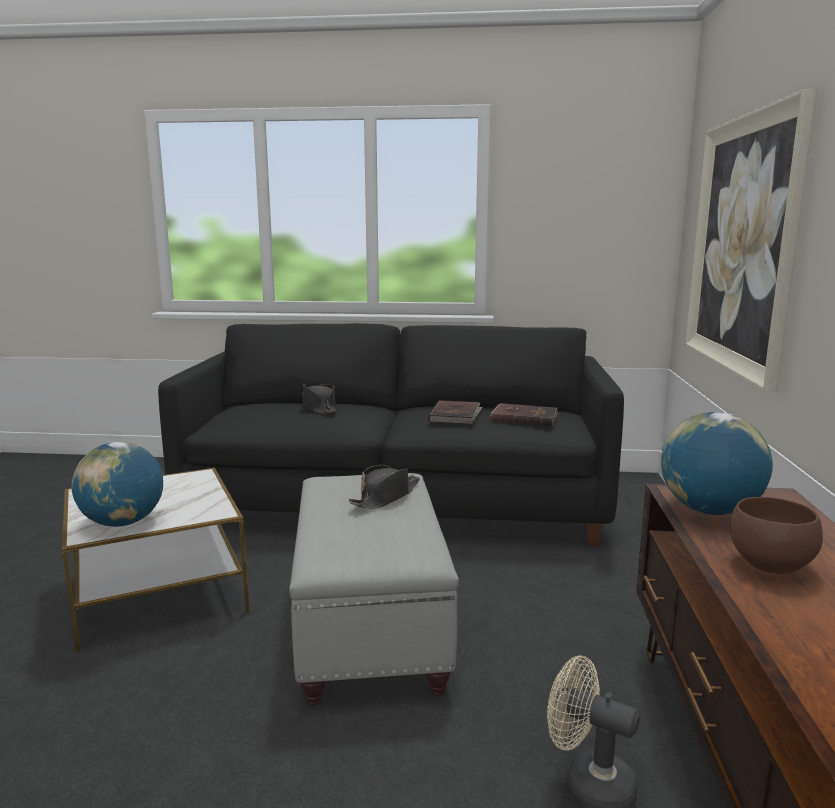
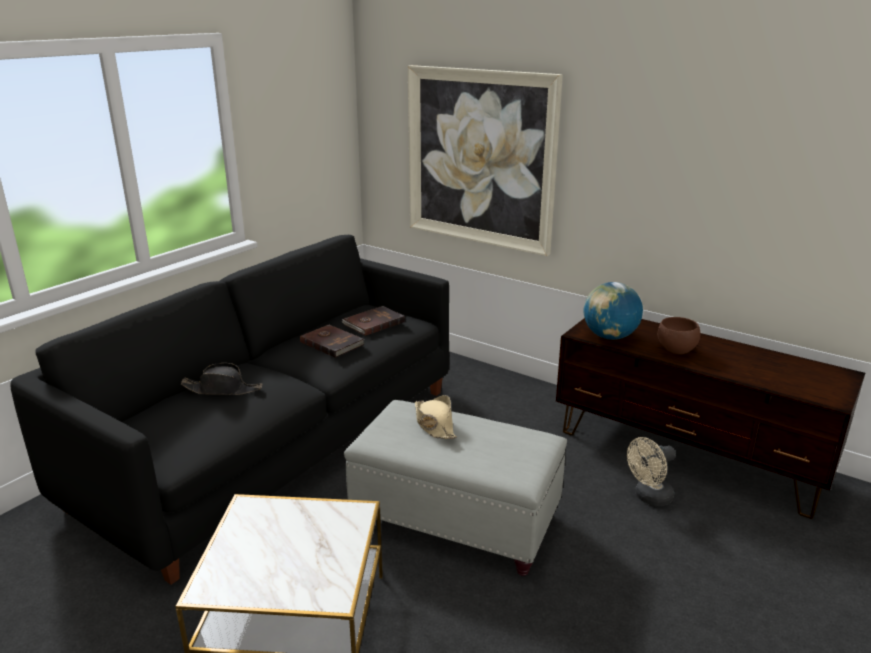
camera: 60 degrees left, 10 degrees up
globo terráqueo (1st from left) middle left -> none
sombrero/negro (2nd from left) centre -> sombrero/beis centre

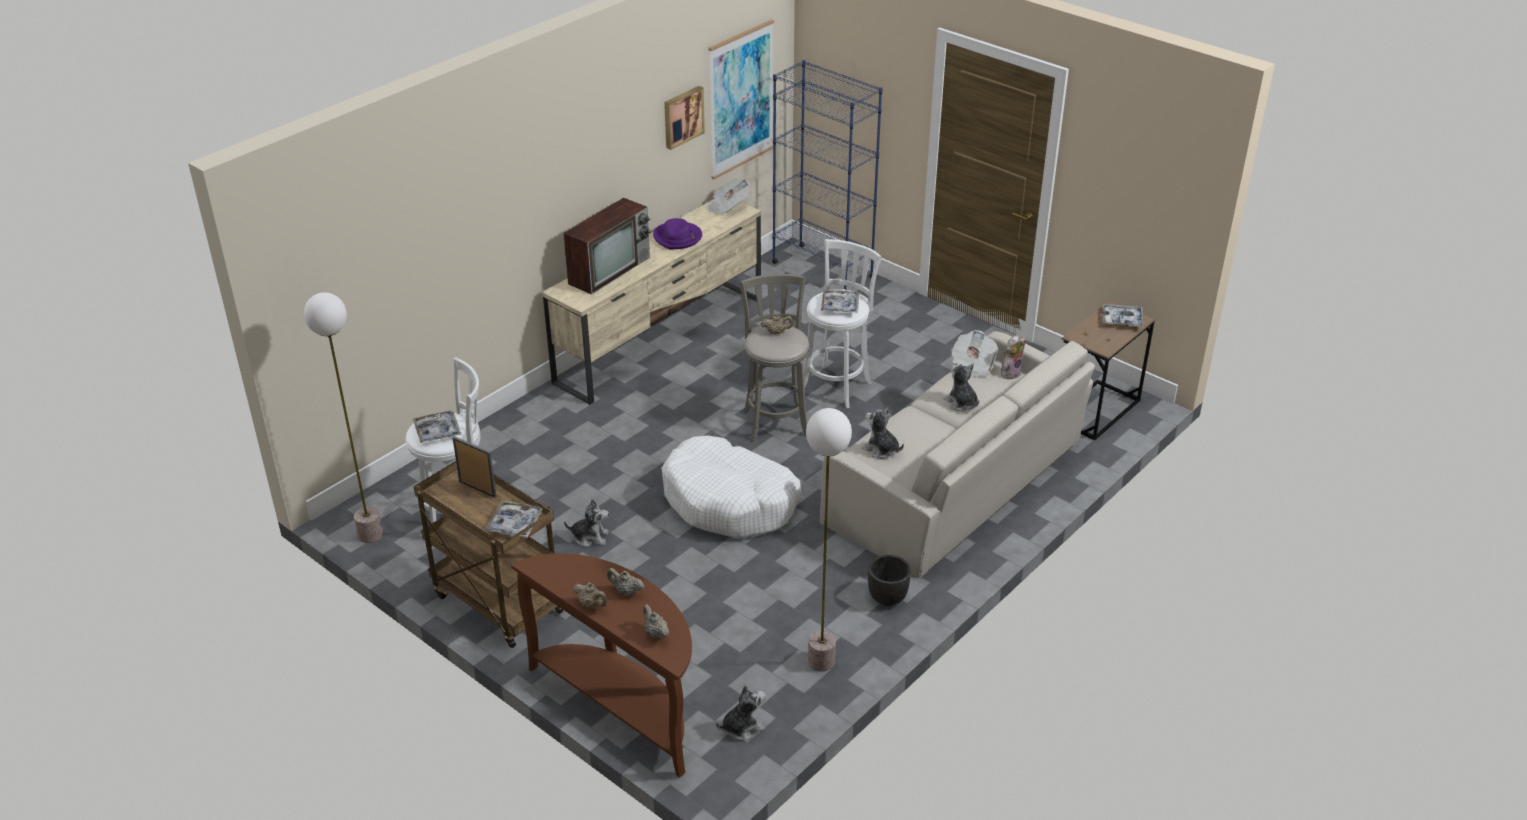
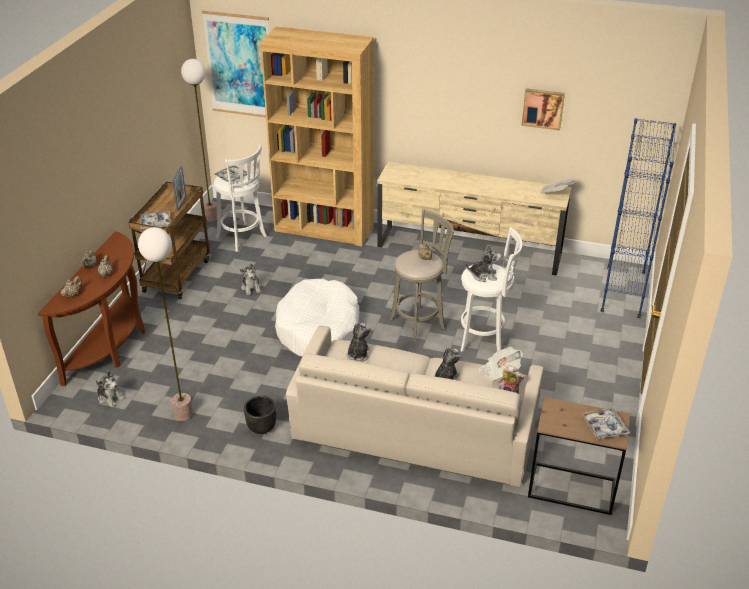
camera: 65 degrees right, 0 degrees up
televisor top centre -> none
sombrero/morado top centre -> none
cuadro (2nd from left in the first image) top centre -> cuadro (1st from left) top left, moved
bandeja (3rd from left) centre -> peluche (5th from left) centre
none -> estantería/marrón top centre

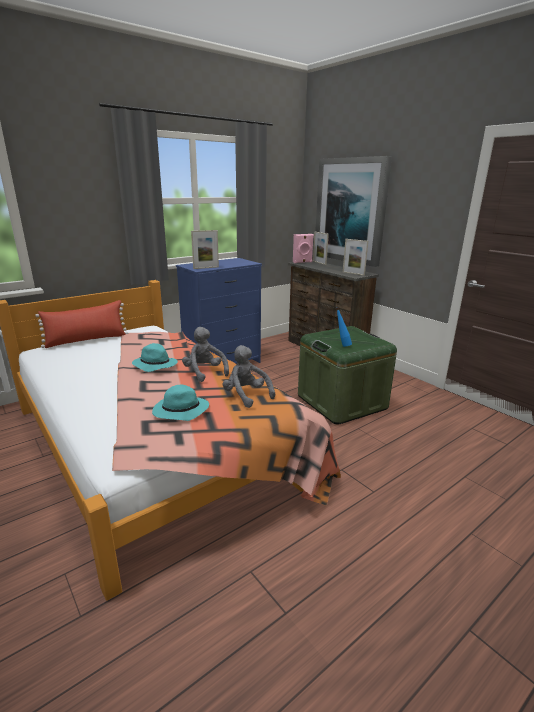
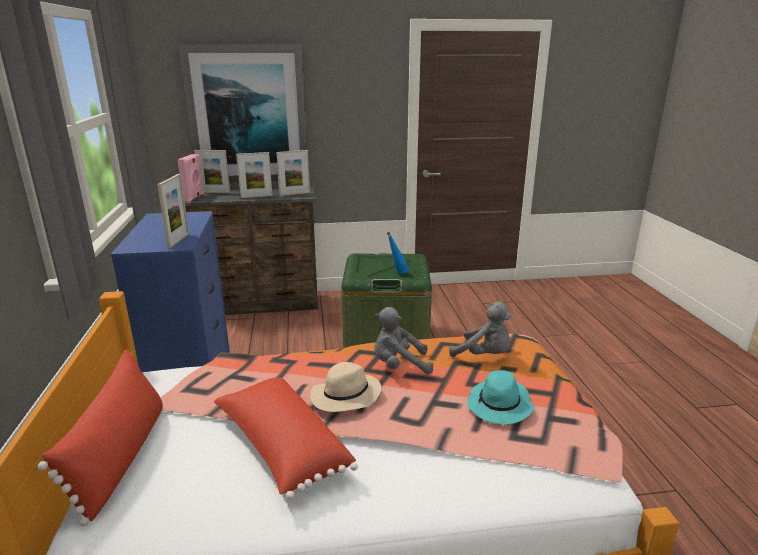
camera: 60 degrees left, 0 degrees up
sombrero/turquesa (1st from left) middle left -> sombrero/beis bottom centre
peluche/gris (2nd from left) centre, 135 degrees counterclockwise
none -> cojín/rojo (2nd from left) bottom centre
none -> portarretratos (3rd from left) top centre

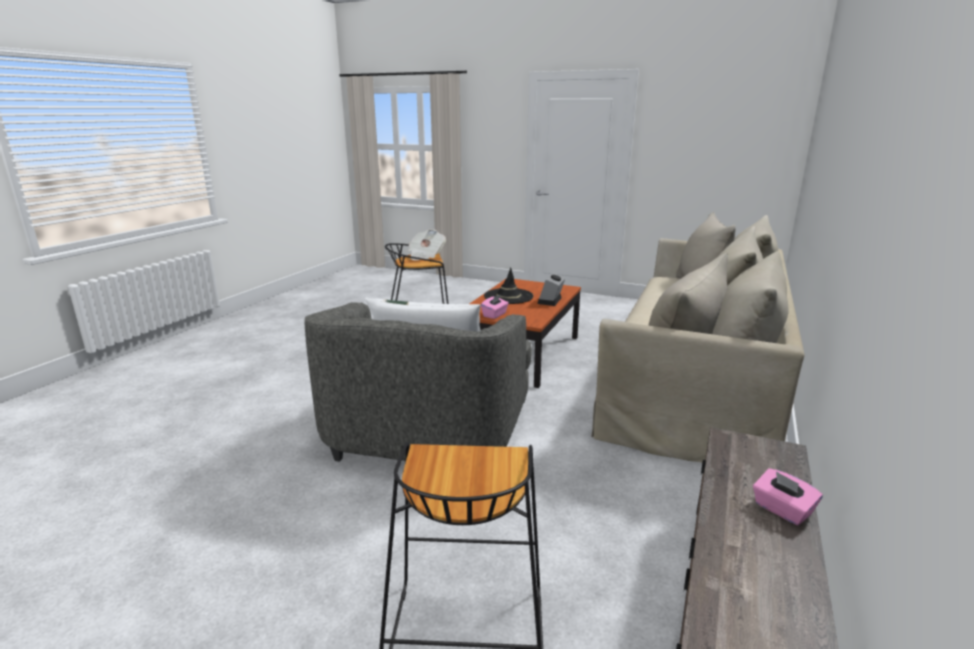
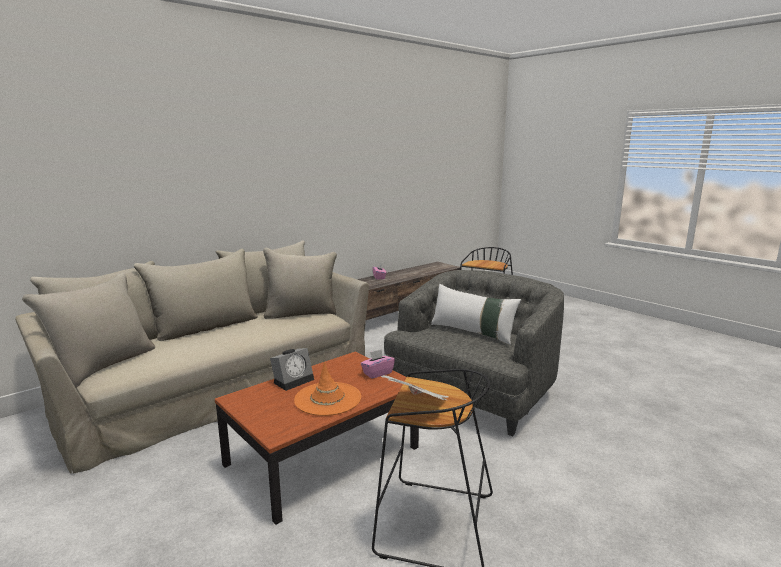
camera: 155 degrees left, 5 degrees down
sombrero/negro centre -> sombrero/naranja bottom centre

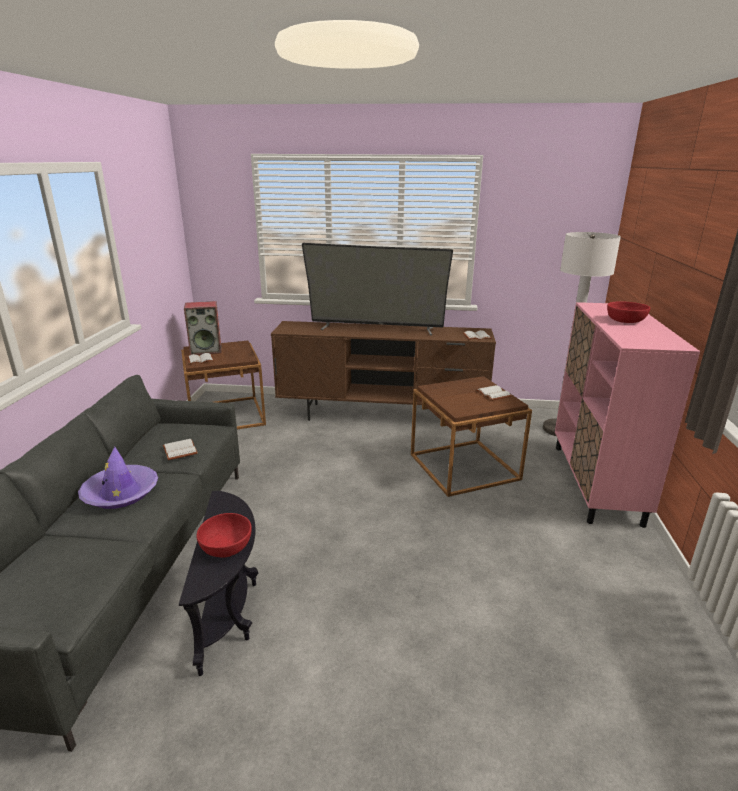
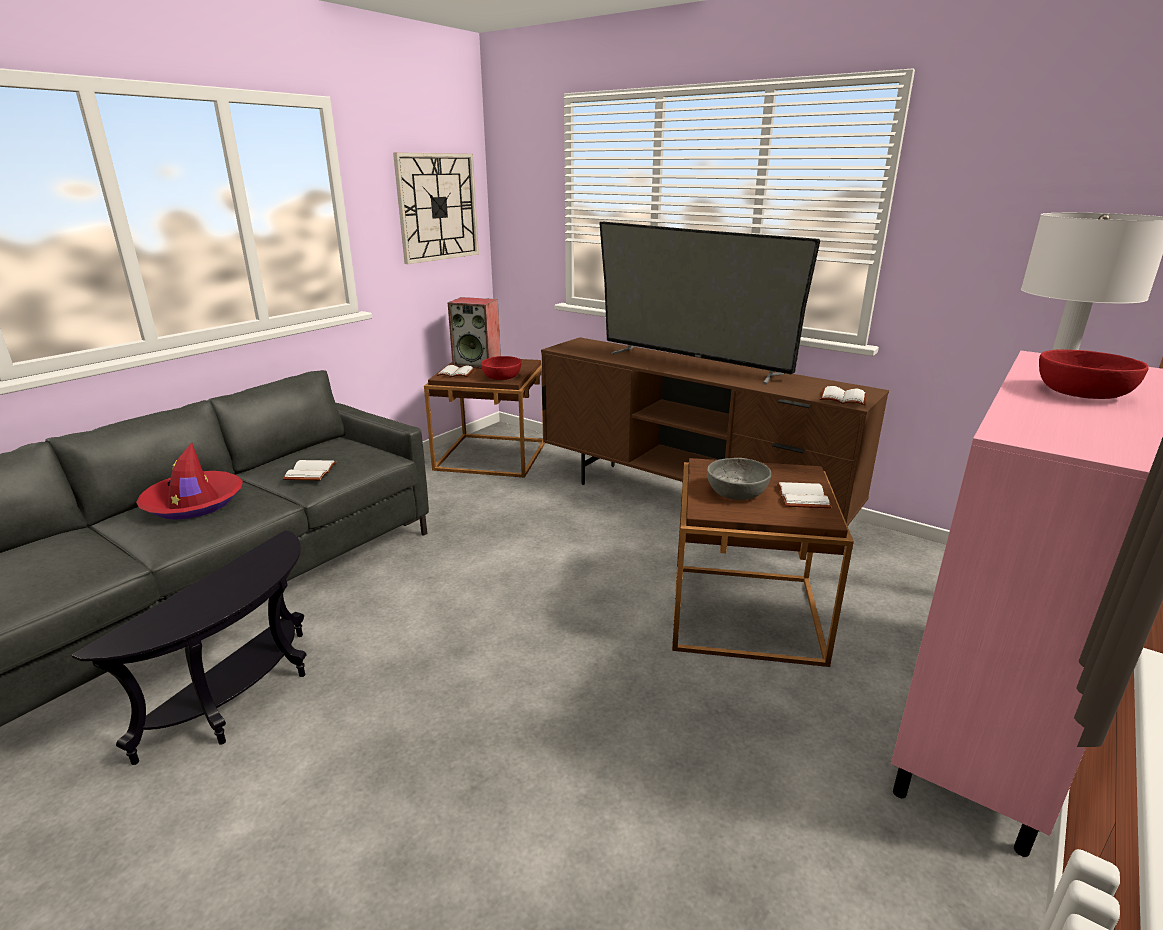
camera: 30 degrees right, 0 degrees up
sombrero/morado middle left -> sombrero/rojo middle left
cuenco/rojo (1st from left) bottom left -> cuenco/rojo (1st from left) centre, moved
none -> reloj de pared top centre
none -> cuenco/gris centre

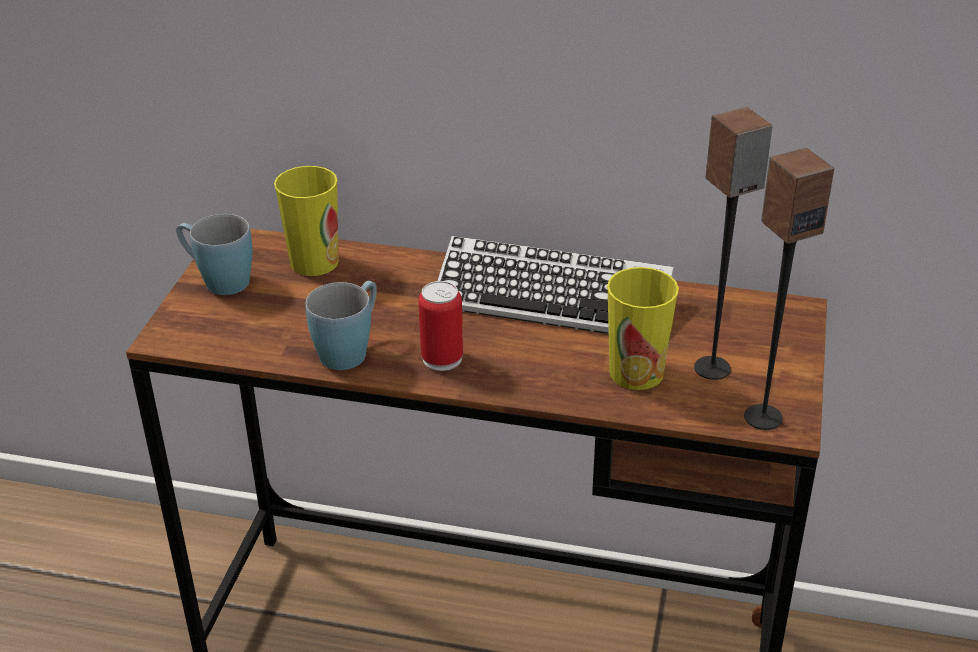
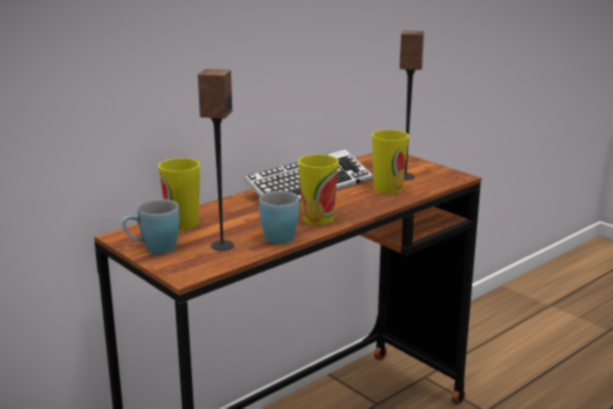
camera: 55 degrees left, 15 degrees down
lata centre -> taza (2nd from left) centre
altavoz (2nd from left in the first image) middle right -> altavoz (1st from left) centre, moved

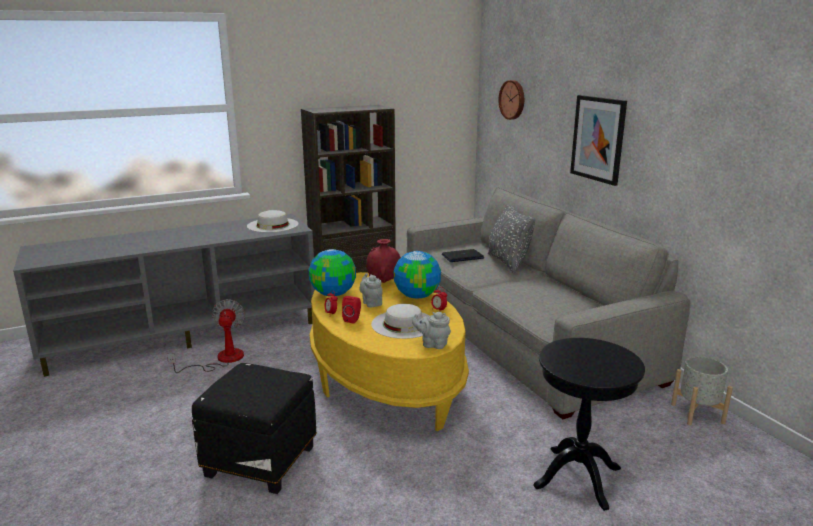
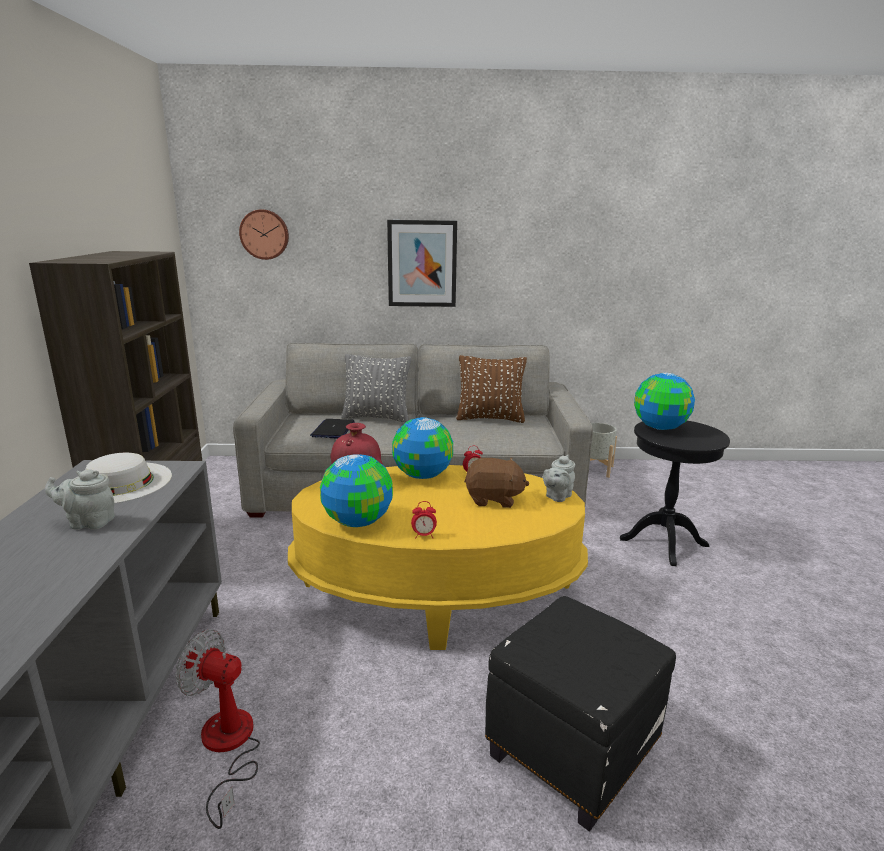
camera: 65 degrees left, 0 degrees up
altavoz/rojo centre -> none
tetera/gris (1st from left) centre -> tetera/gris (1st from left) middle left, moved
sombrero/blanco (2nd from left) centre -> peluche/marrón centre
none -> cojín/marrón centre
none -> globo terráqueo (3rd from left) middle right

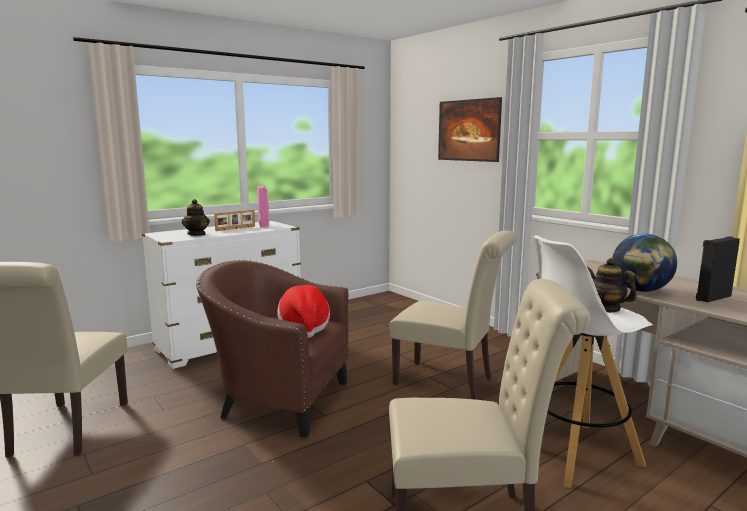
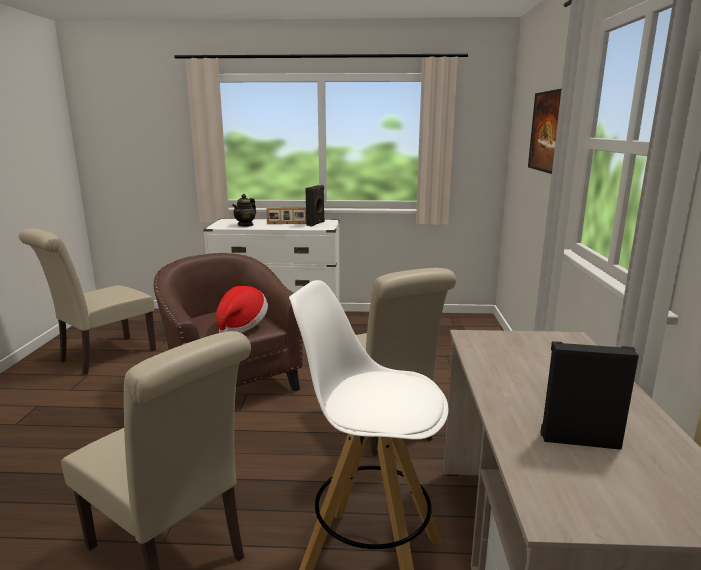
camera: 40 degrees right, 5 degrees up
altavoz/rosa centre -> altavoz/negro (1st from left) centre
tetera (2nd from left) middle right -> none
globo terráqueo middle right -> none

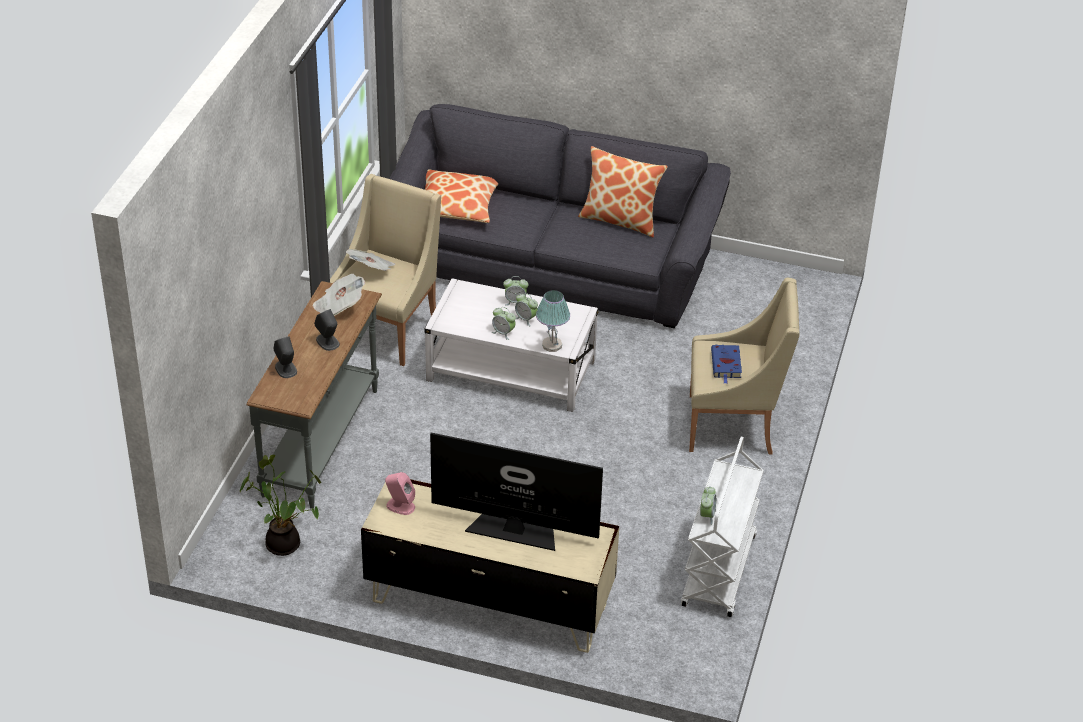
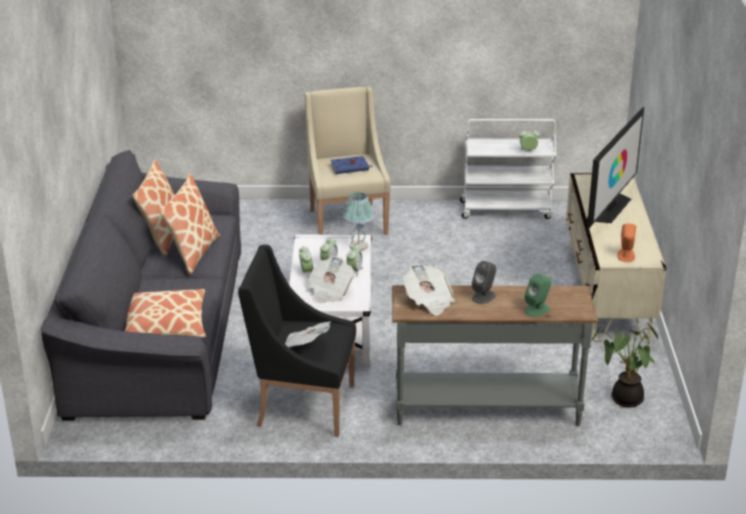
camera: 105 degrees left, 10 degrees down
altavoz/gris (1st from left) middle left -> altavoz/verde middle right
sillón/beis (1st from left) centre -> sillón/negro centre
altavoz/rosa bottom centre -> altavoz/naranja middle right
televisor bottom centre -> televisor top right, 150 degrees counterclockwise
none -> cojín (3rd from left) middle left
none -> periódico (2nd from left) centre

